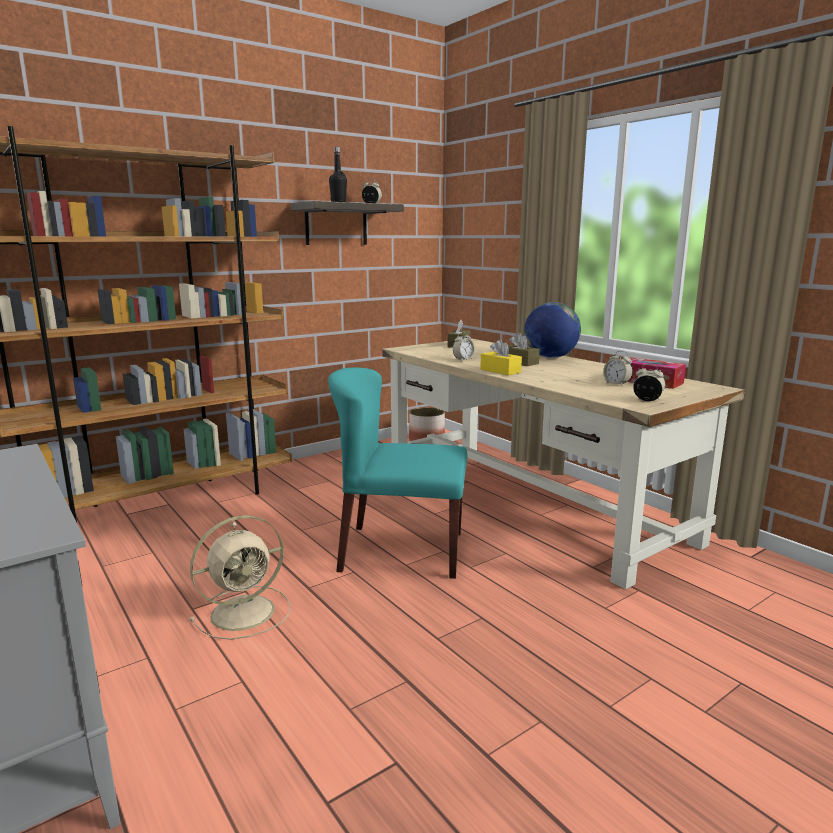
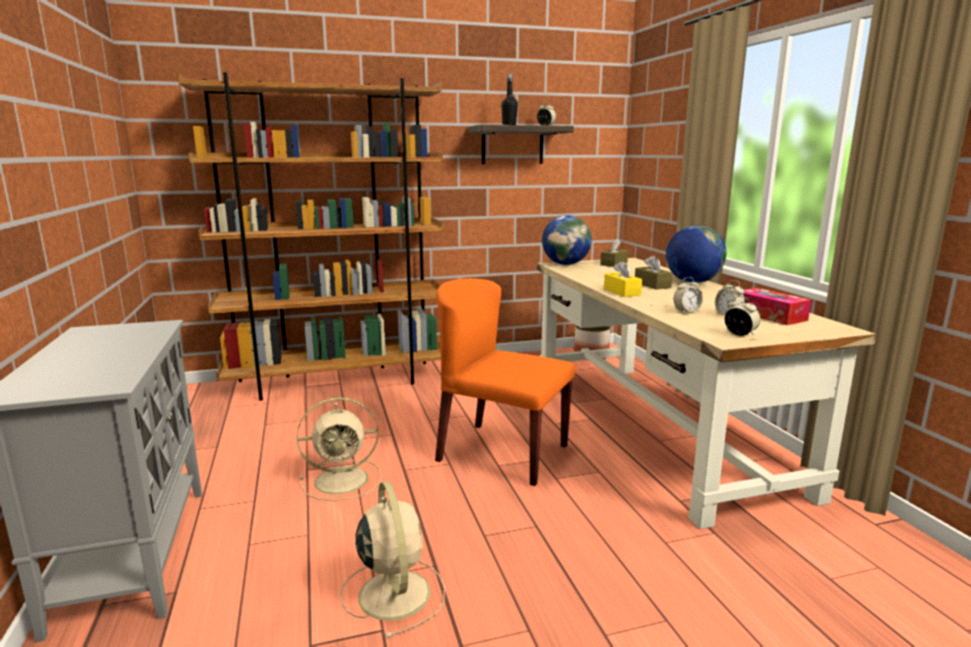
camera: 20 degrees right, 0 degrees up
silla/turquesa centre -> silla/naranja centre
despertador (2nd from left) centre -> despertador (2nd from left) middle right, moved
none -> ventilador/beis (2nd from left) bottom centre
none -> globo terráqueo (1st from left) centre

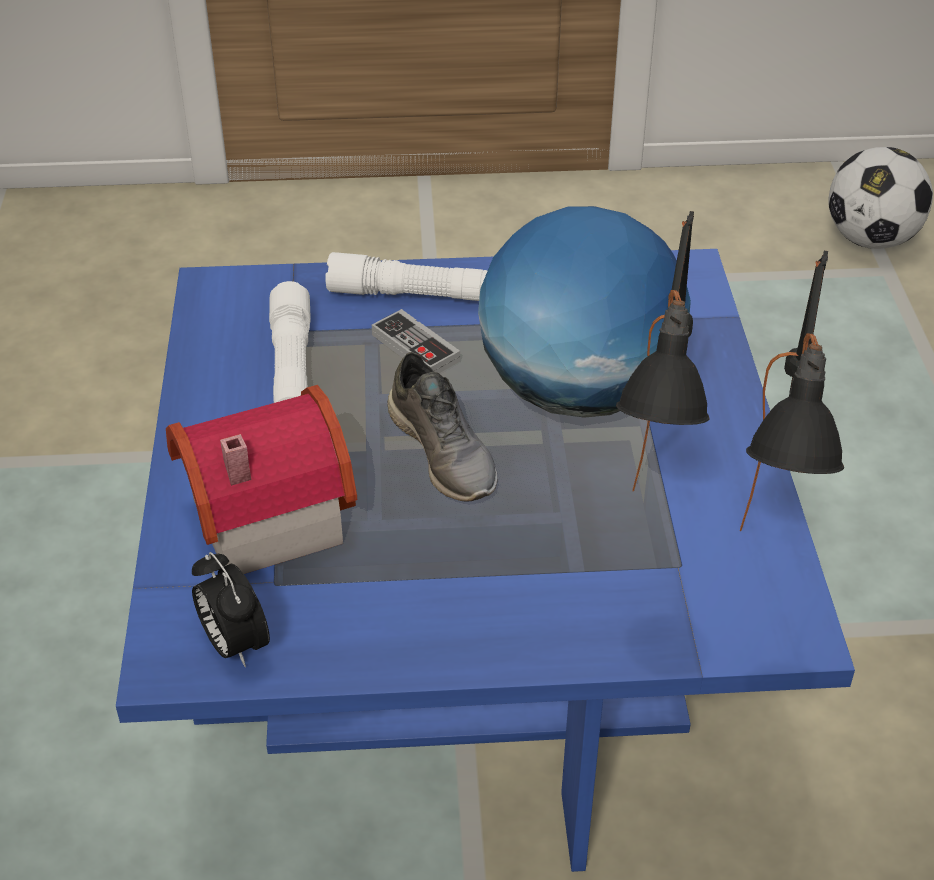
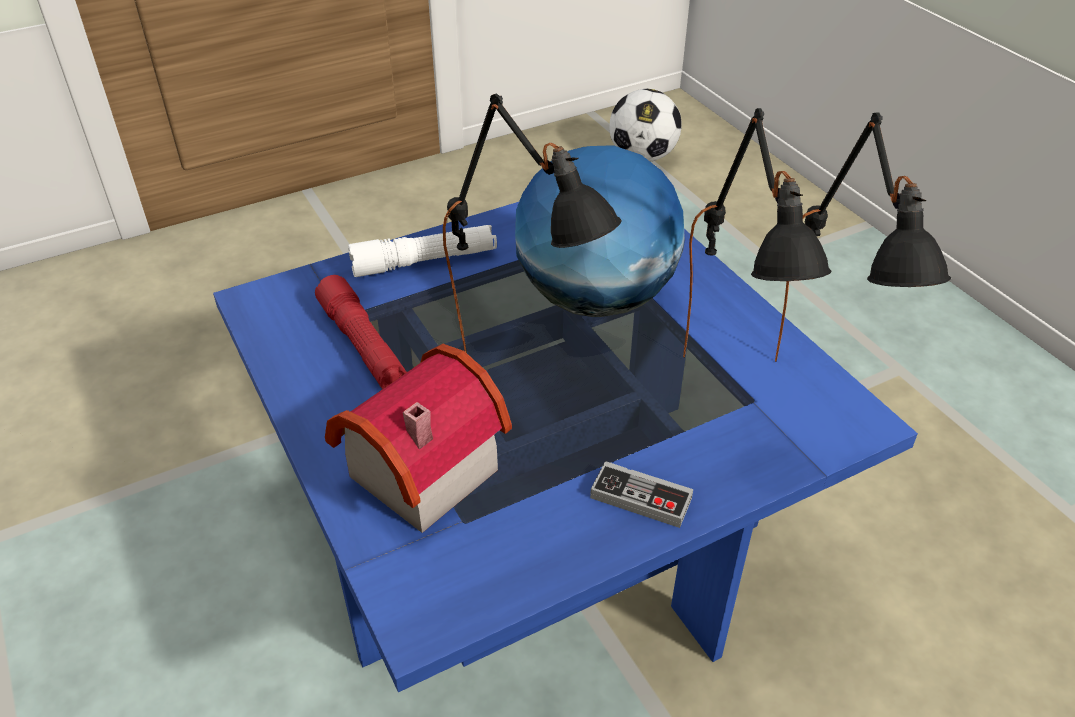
camera: 25 degrees left, 0 degrees up
despertador bottom left -> none
linterna/blanco (1st from left) middle left -> linterna/rojo centre
mando de consola centre -> mando de consola bottom centre, moved
zapato/gris centre -> lámpara de mesa/negro (1st from left) top centre

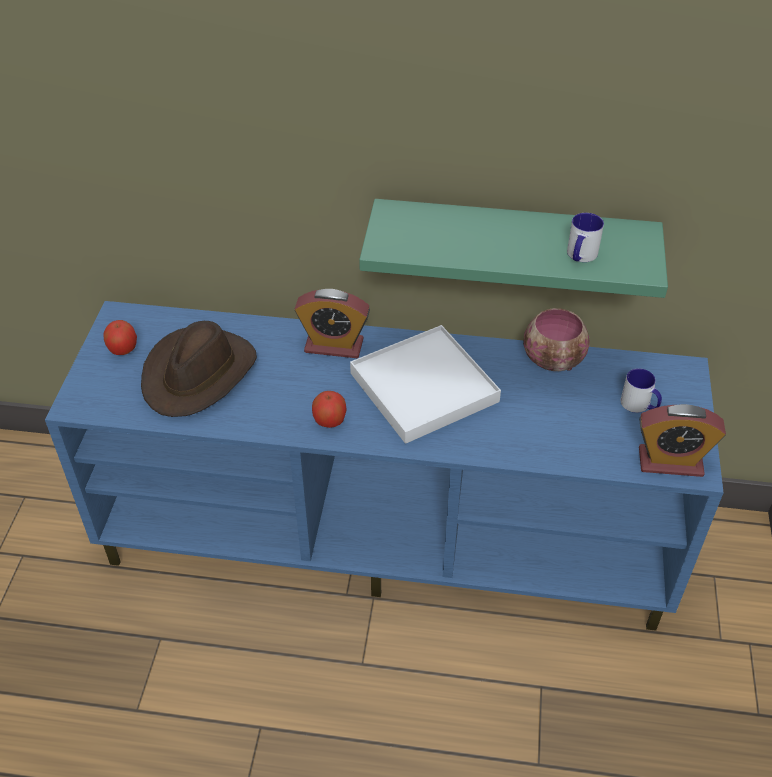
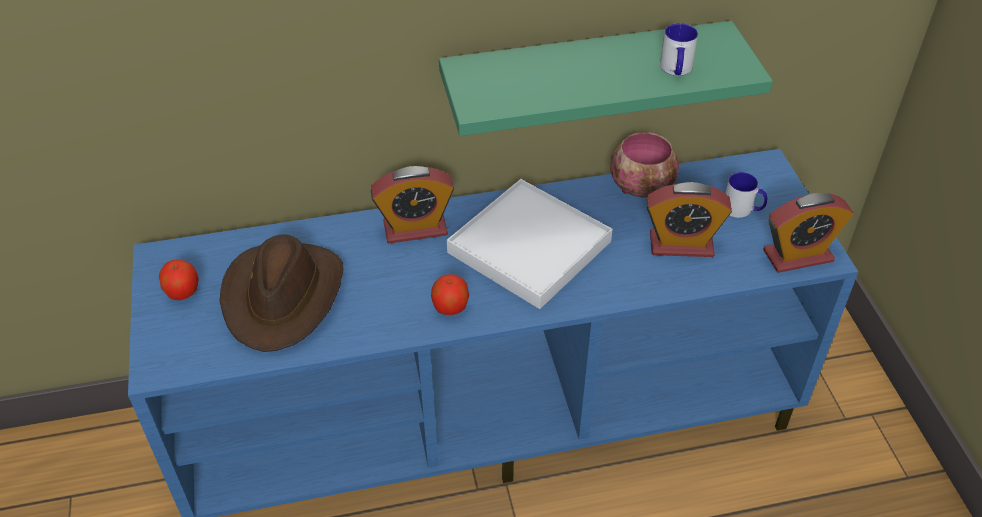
camera: 20 degrees left, 0 degrees up
none -> despertador (2nd from left) middle right

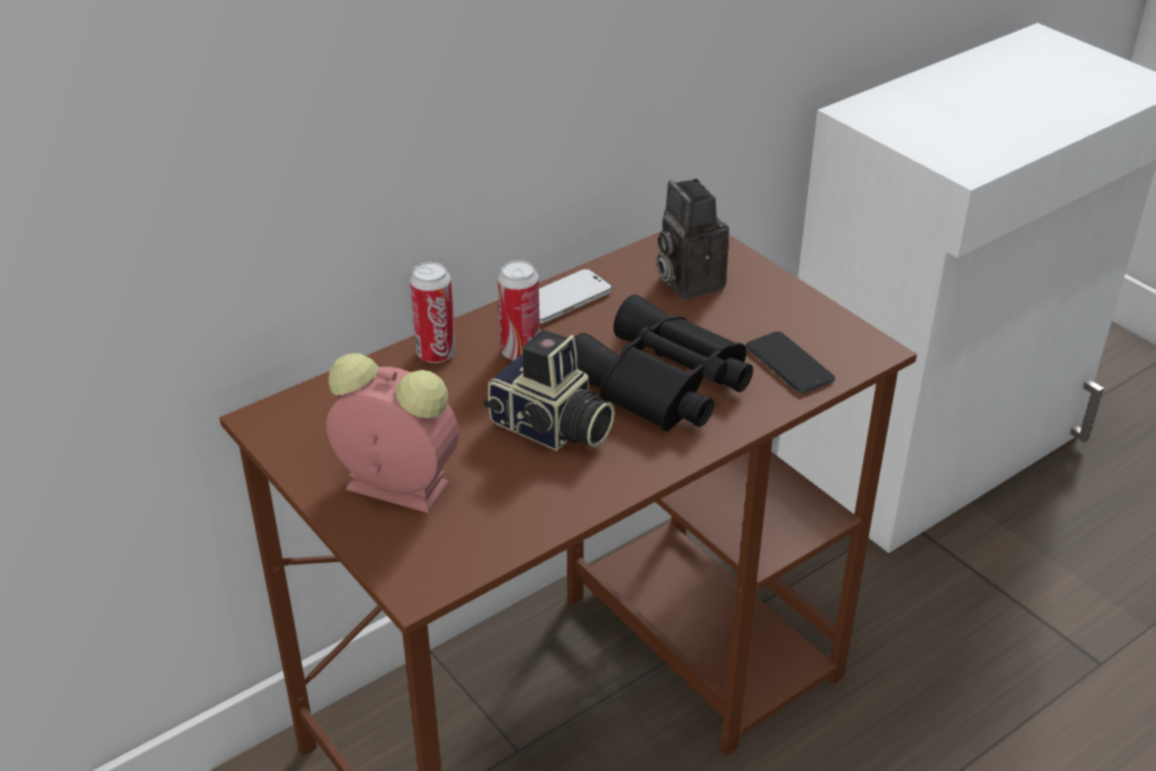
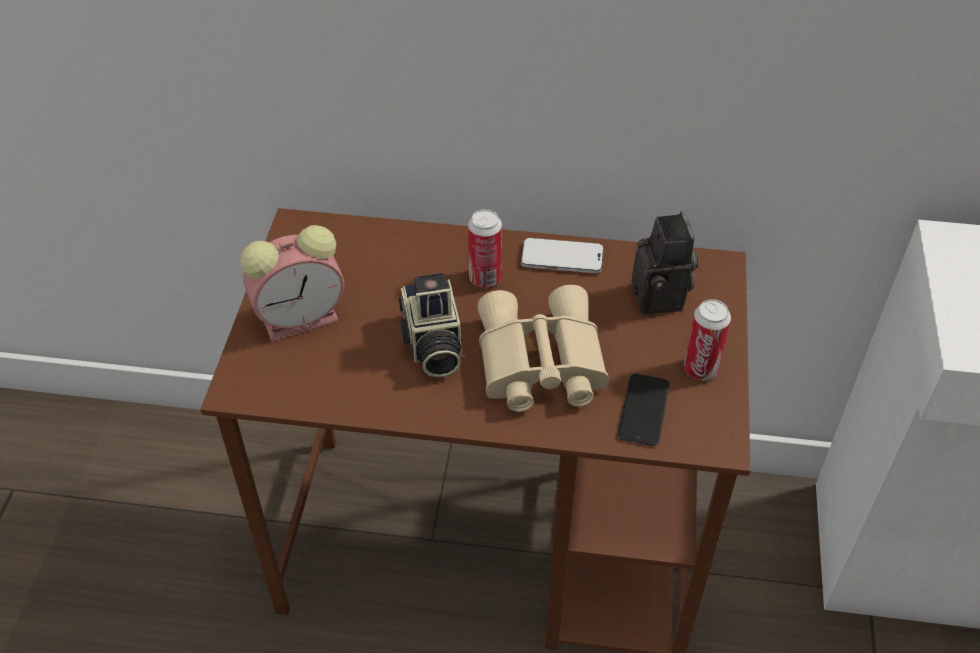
camera: 45 degrees right, 10 degrees up
despertador centre -> despertador middle left, 90 degrees clockwise
lata (1st from left in the first image) centre -> lata (2nd from left) middle right, moved
prismáticos/negro centre -> prismáticos/beis centre
cámara (2nd from left) top centre -> cámara (2nd from left) middle right, 150 degrees clockwise

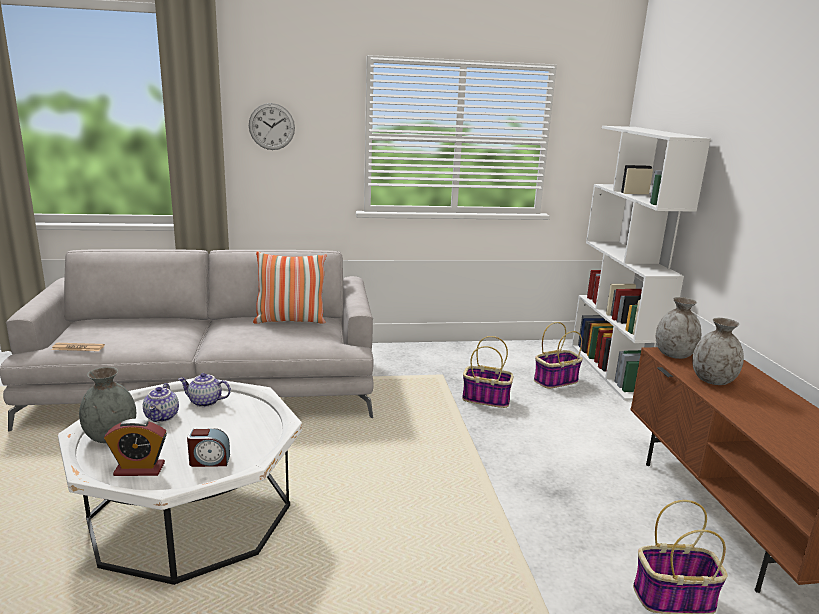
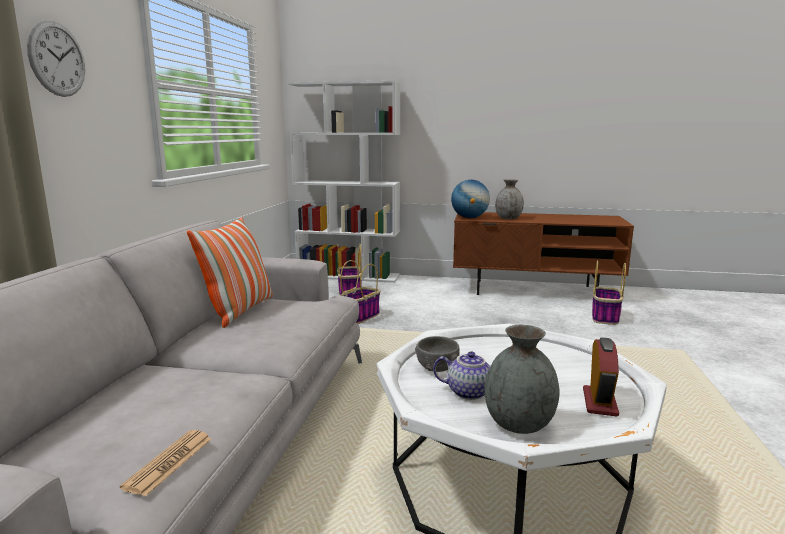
camera: 70 degrees left, 5 degrees down
tetera (2nd from left) middle left -> cuenco/gris centre
despertador (2nd from left) bottom left -> none
florero/gris (2nd from left) middle right -> globo terráqueo centre

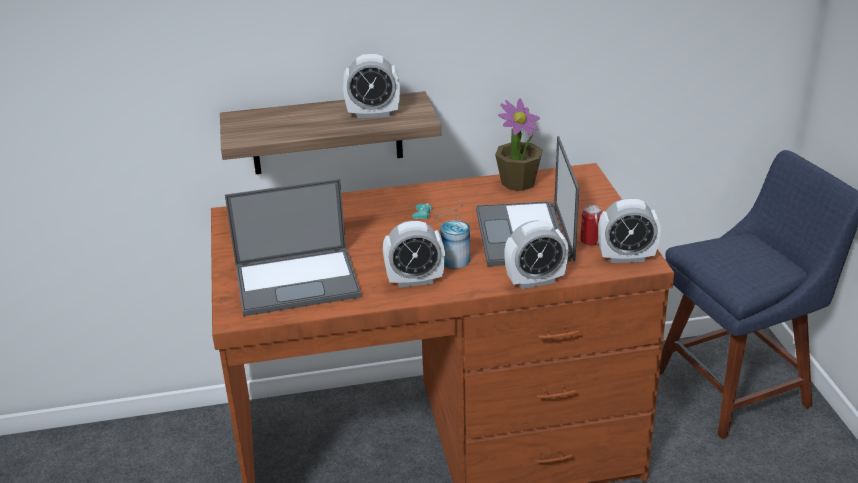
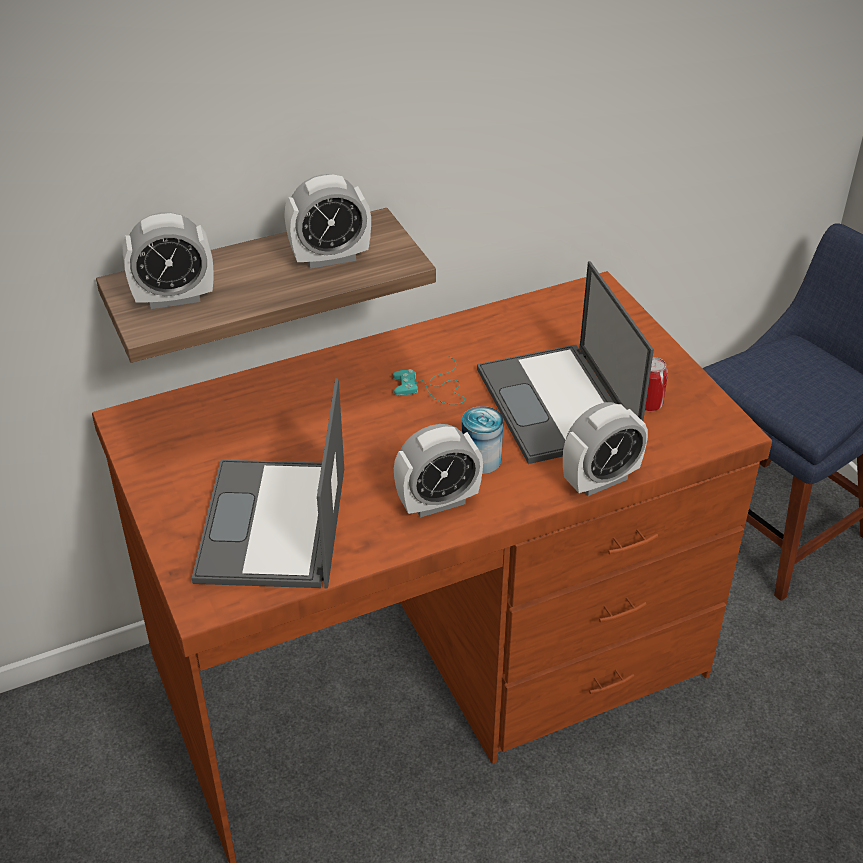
camera: 15 degrees left, 10 degrees up
portátil (1st from left) centre -> portátil (1st from left) middle left, 120 degrees clockwise
planta en maceta top centre -> none
despertador (4th from left in the first image) middle right -> despertador (1st from left) top left, moved

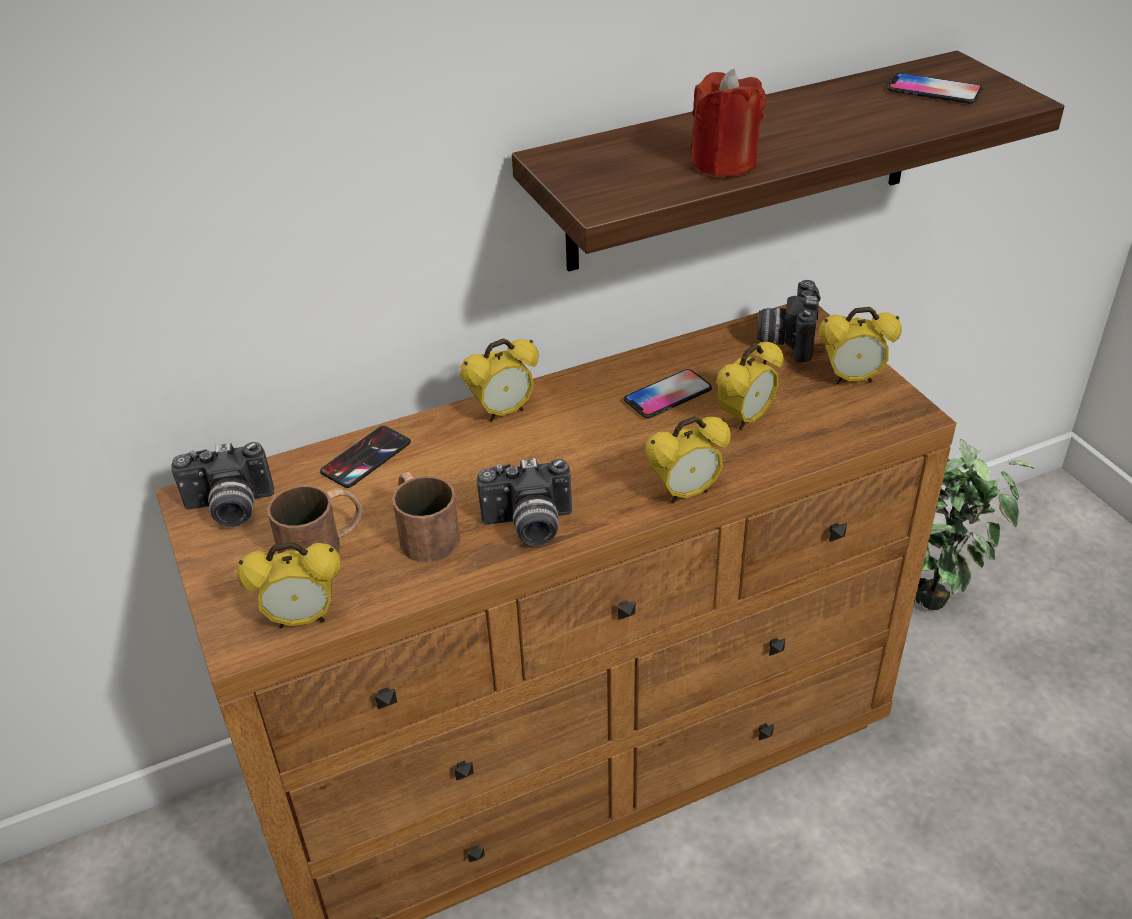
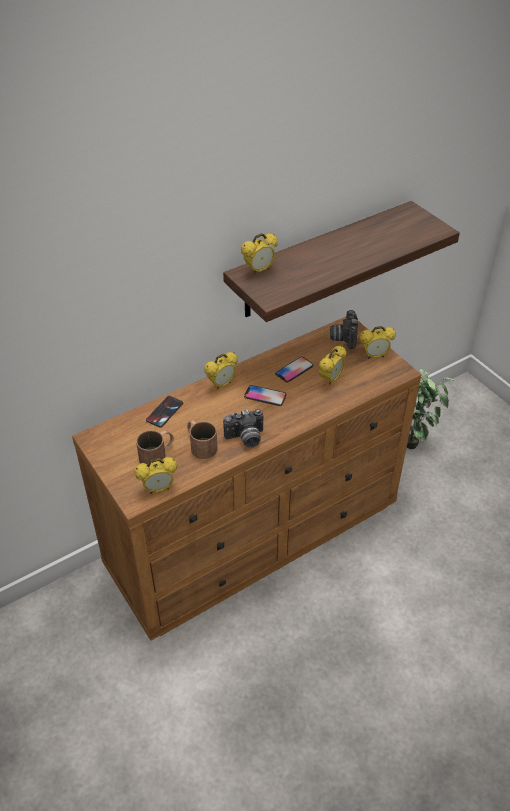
camera: 10 degrees left, 5 degrees up
cámara (1st from left) middle left -> none
despertador (3rd from left) centre -> despertador (3rd from left) top centre, moved
vela/rojo top centre -> none
móvil (3rd from left in the first image) top right -> móvil (2nd from left) centre, moved

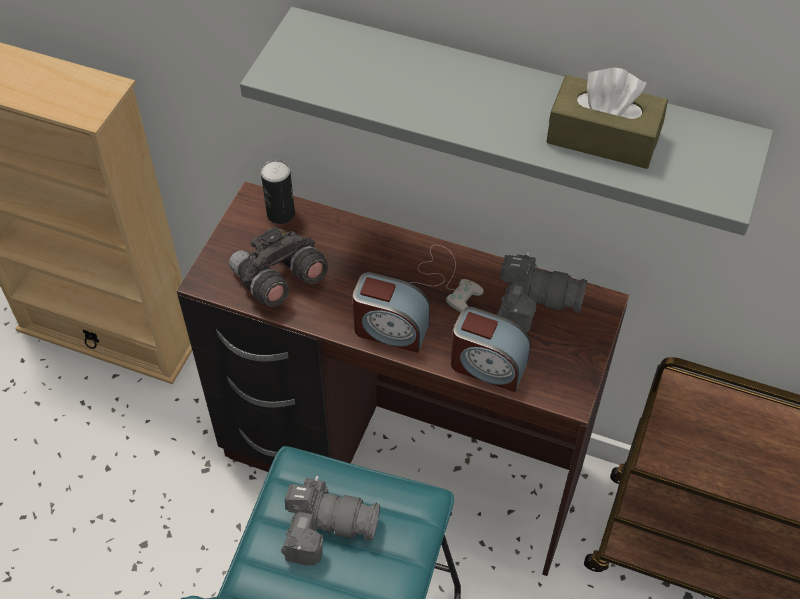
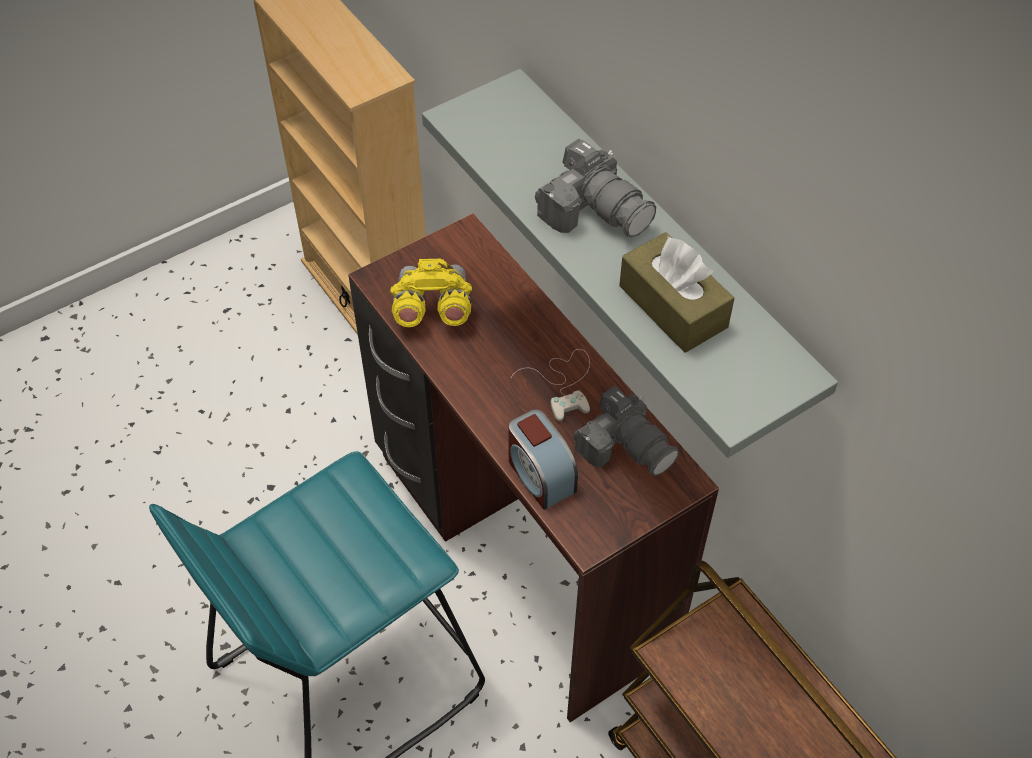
camera: 35 degrees right, 0 degrees up
prismáticos/gris centre -> prismáticos/amarillo centre
lata top centre -> none
cámara (1st from left) bottom centre -> cámara (1st from left) top centre, moved
despertador (1st from left) centre -> none

